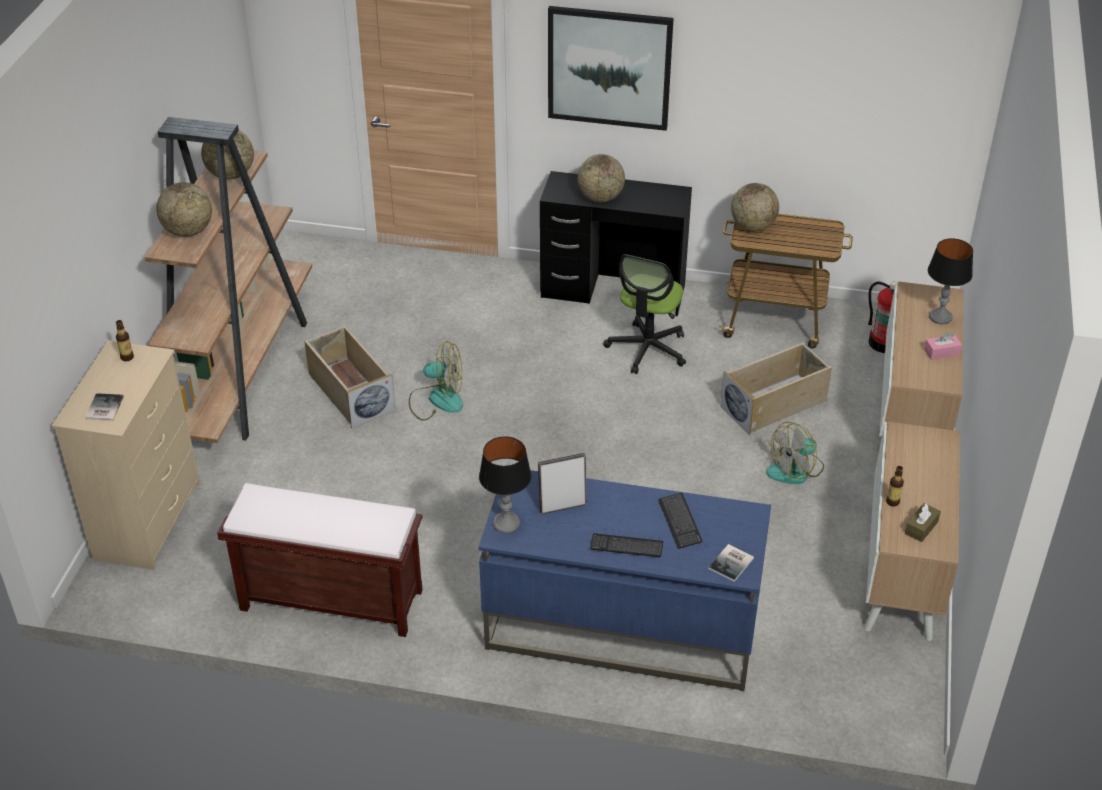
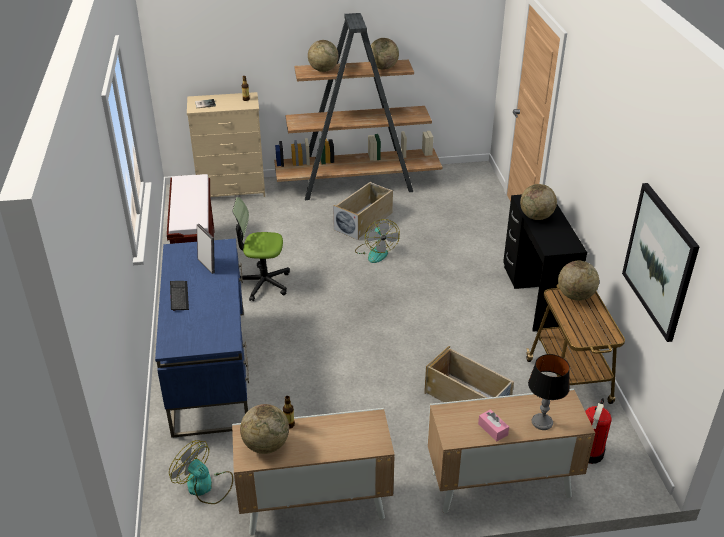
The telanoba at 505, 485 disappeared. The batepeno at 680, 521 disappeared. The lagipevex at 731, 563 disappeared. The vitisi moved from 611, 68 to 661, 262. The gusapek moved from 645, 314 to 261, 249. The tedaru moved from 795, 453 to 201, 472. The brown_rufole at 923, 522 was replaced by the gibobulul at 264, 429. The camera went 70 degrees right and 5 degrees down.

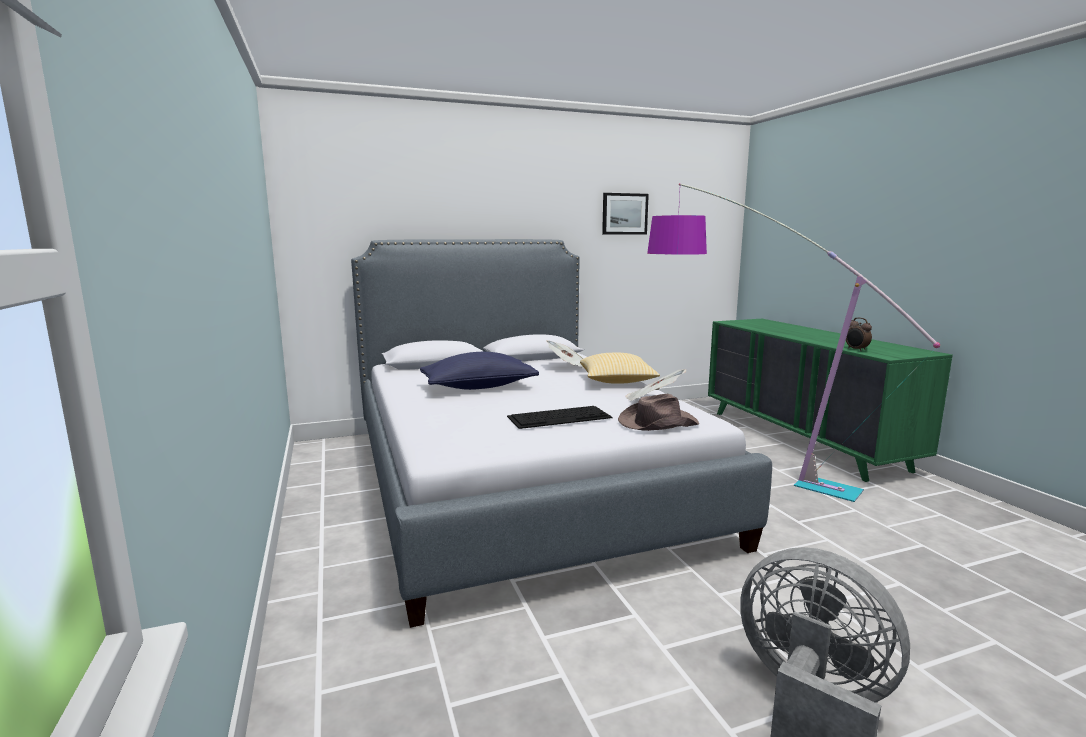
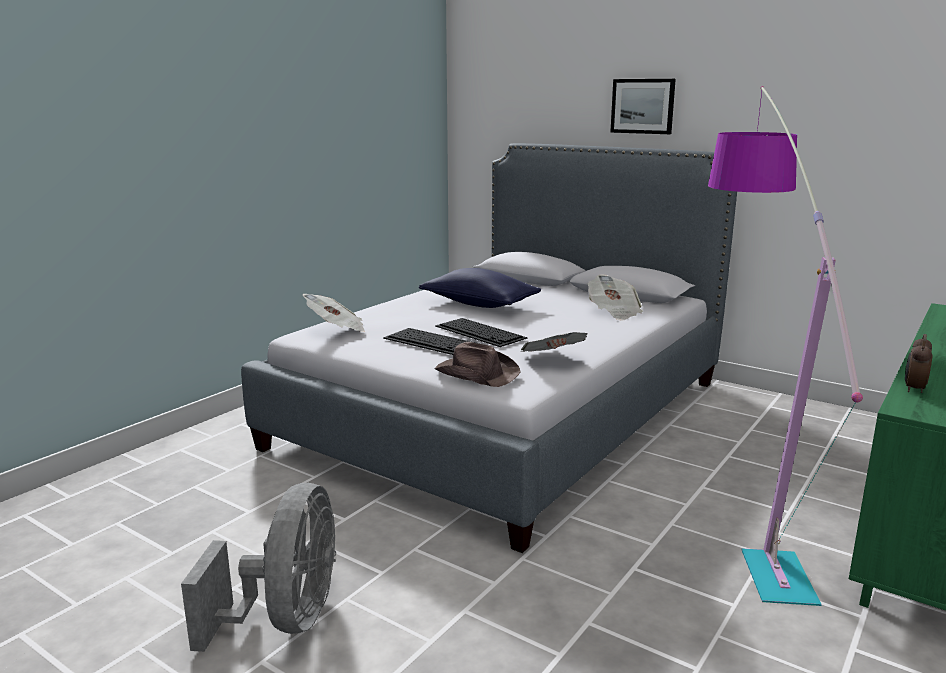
The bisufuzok at 620, 368 disappeared. The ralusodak at 334, 313 appeared. The batepeno at 481, 332 appeared. The vitisi moved from 625, 214 to 643, 106. The camera went 55 degrees right and 5 degrees up.

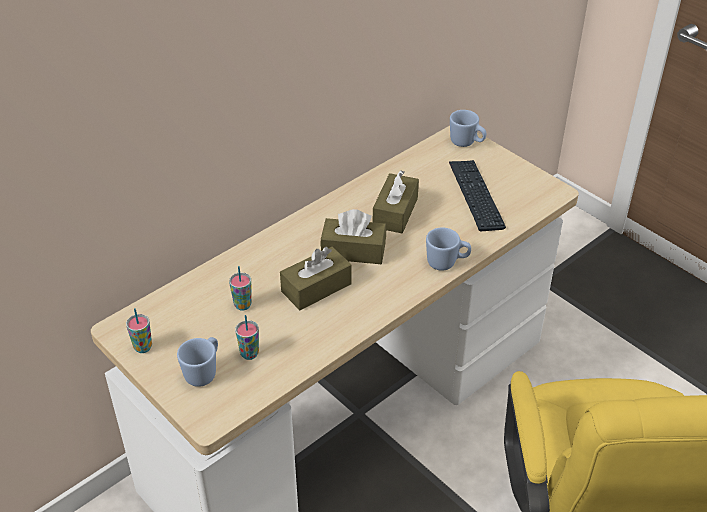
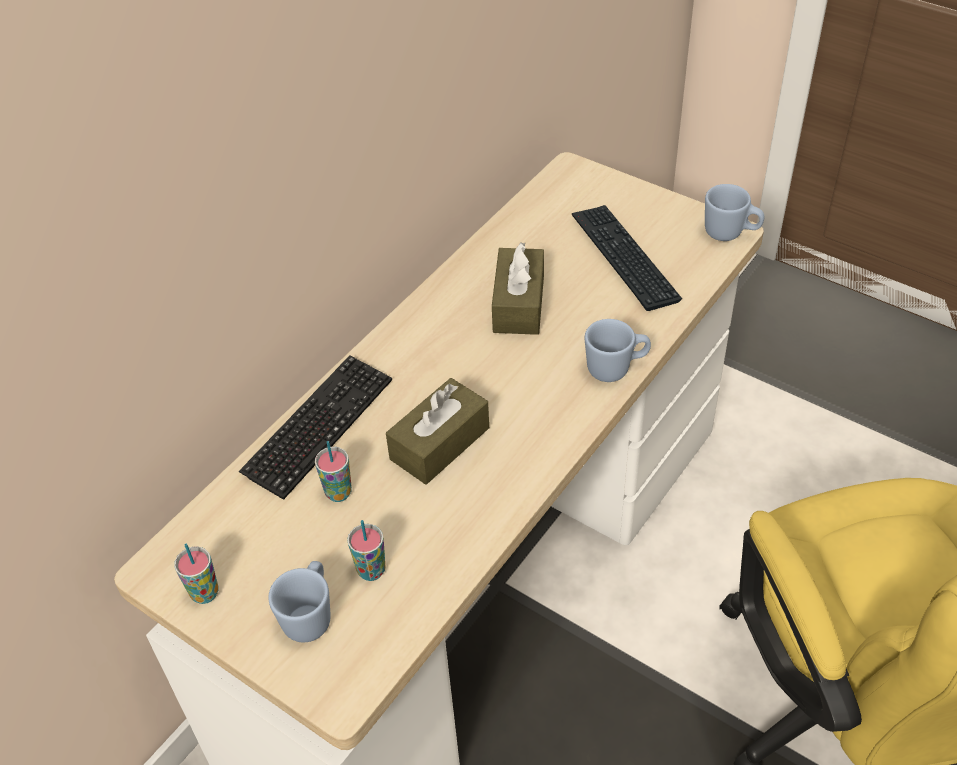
The brown_rufole at 353, 236 disappeared. The batepeno at 315, 427 appeared. The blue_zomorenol moved from 468, 128 to 734, 212. The camera went 10 degrees left and 5 degrees up.

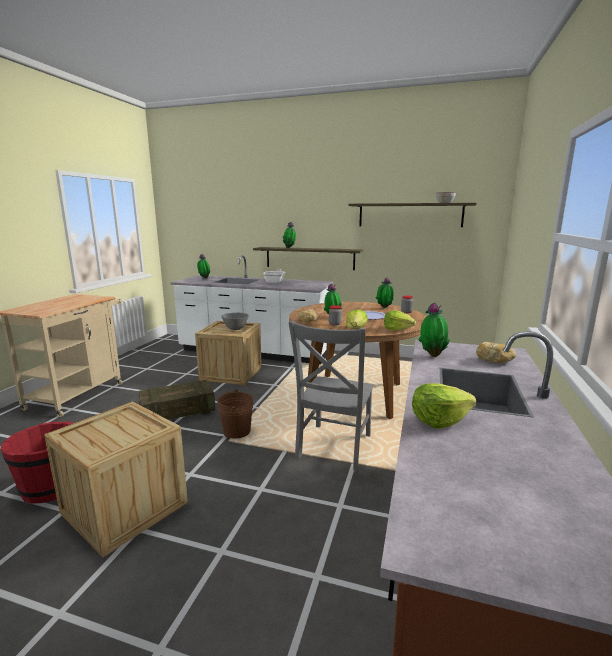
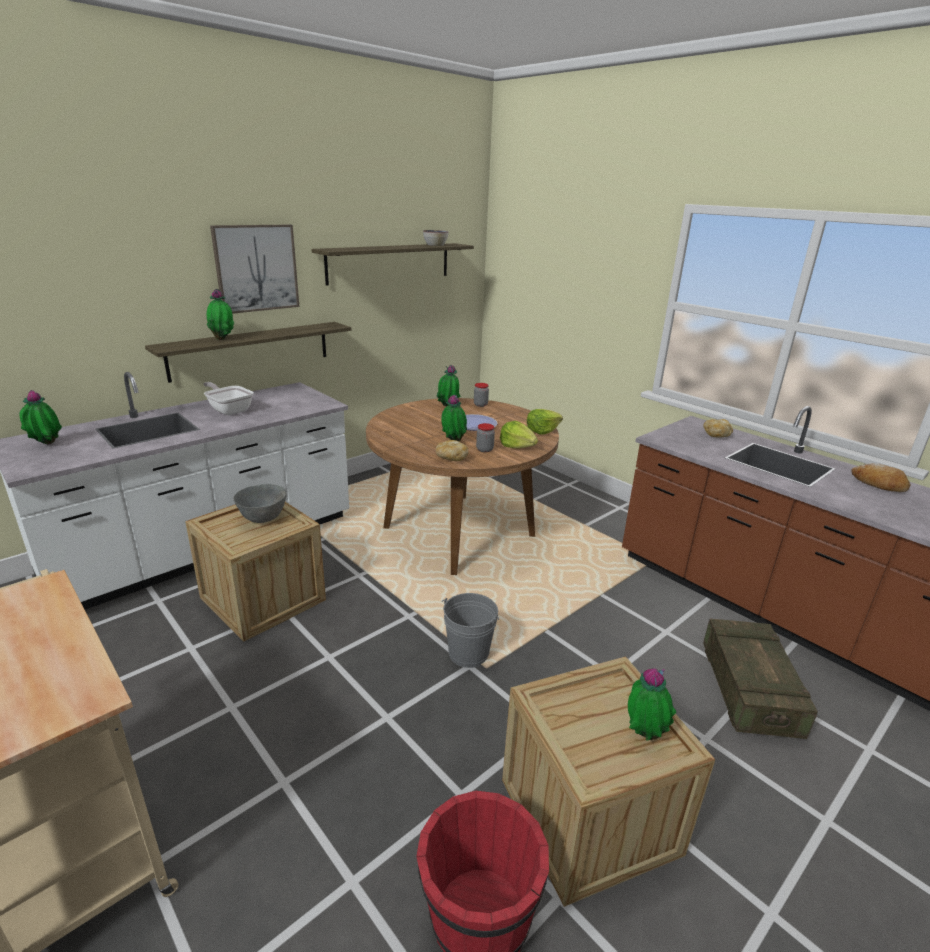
The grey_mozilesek at 331, 396 disappeared. The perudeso at 444, 405 disappeared. The vitisi at 254, 269 appeared. The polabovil at 881, 477 appeared. The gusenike moved from 176, 400 to 760, 679. The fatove moved from 434, 330 to 652, 704. The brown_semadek at 235, 414 became the grey_semadek at 470, 630. The camera went 60 degrees left and 10 degrees up.

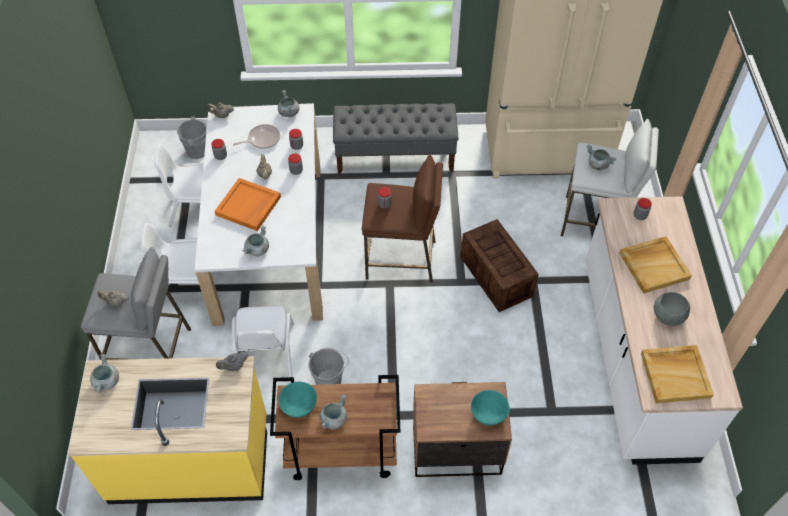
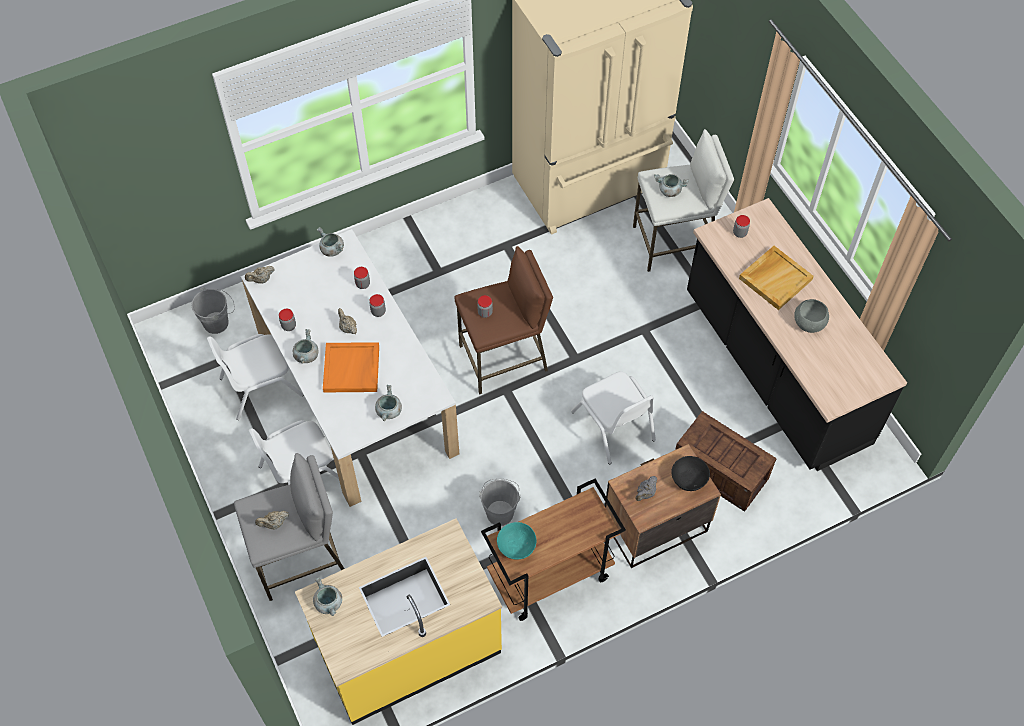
The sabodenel at 256, 136 disappeared. The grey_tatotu at 395, 139 disappeared. The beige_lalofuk at 677, 374 disappeared. The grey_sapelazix moved from 232, 361 to 646, 488. The white_mozilesek moved from 263, 341 to 613, 417. The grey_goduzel moved from 333, 411 to 305, 346. The gusenike moved from 499, 265 to 726, 461. The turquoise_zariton at 490, 407 became the black_zariton at 690, 473. The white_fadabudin at 664, 331 became the black_fadabudin at 797, 334. The camera went 25 degrees left and 5 degrees up.

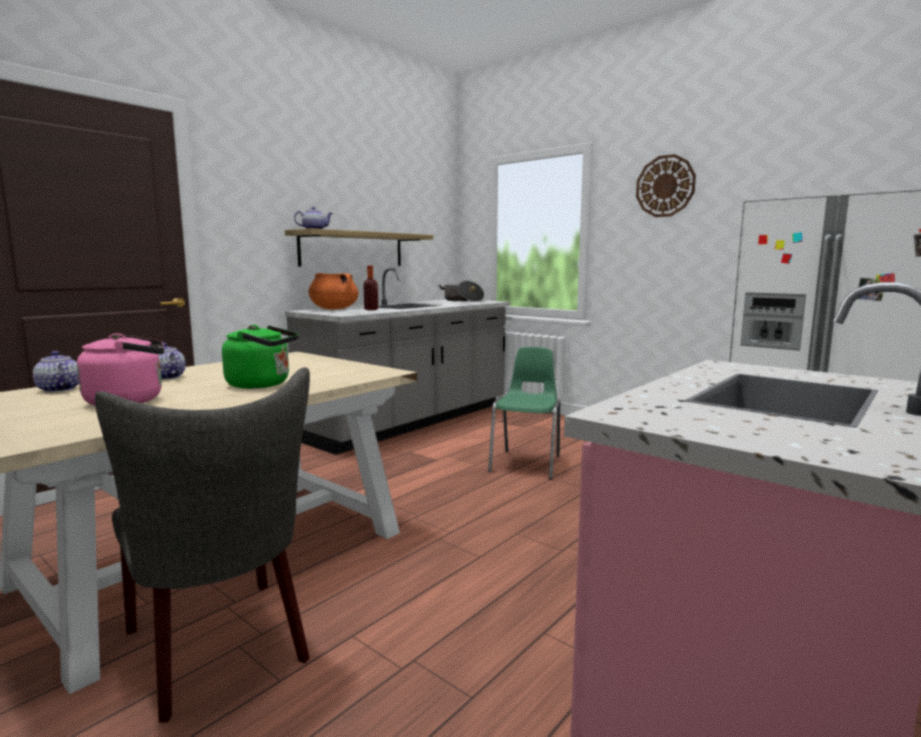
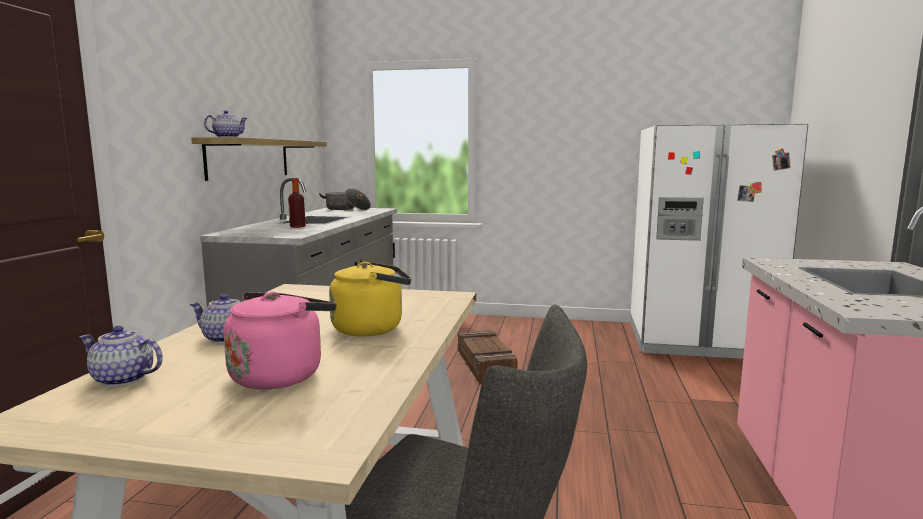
The orange_goduzel at 333, 291 disappeared. The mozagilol at 666, 185 disappeared. The green_mozilesek at 524, 413 was replaced by the gusenike at 487, 357. The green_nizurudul at 260, 357 became the yellow_nizurudul at 370, 298. The camera went 30 degrees left and 0 degrees up.

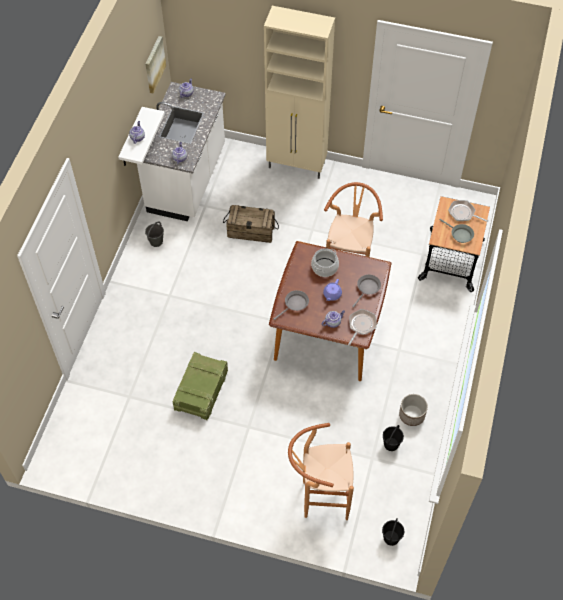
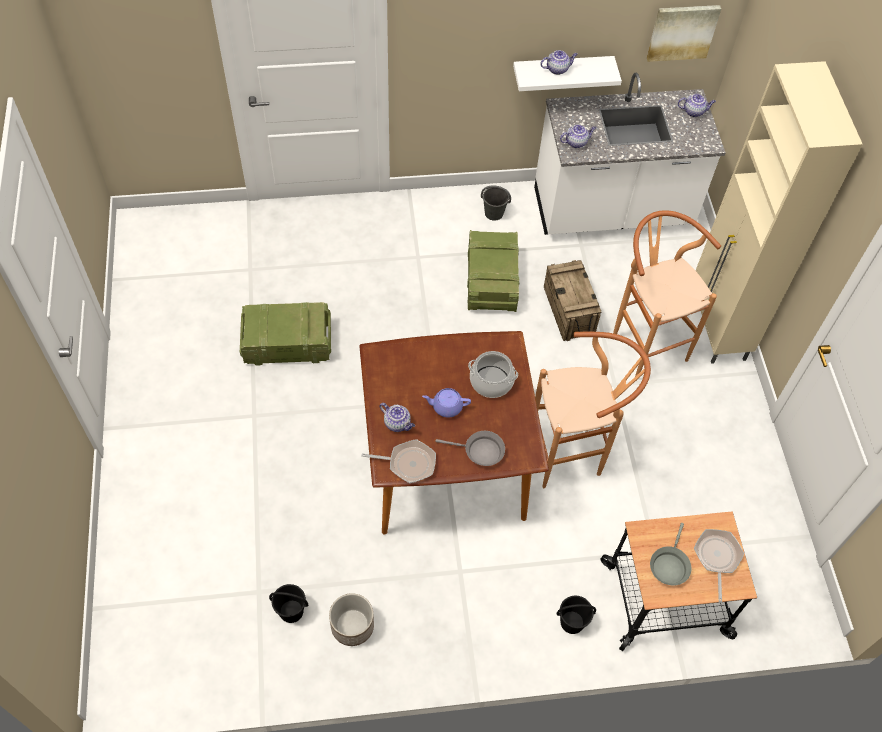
The grey_sabodenel at 291, 305 disappeared. The gusenike at 493, 271 appeared. The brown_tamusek moved from 321, 471 to 667, 295. The black_semadek moved from 393, 532 to 576, 615. The camera went 65 degrees right and 0 degrees up.

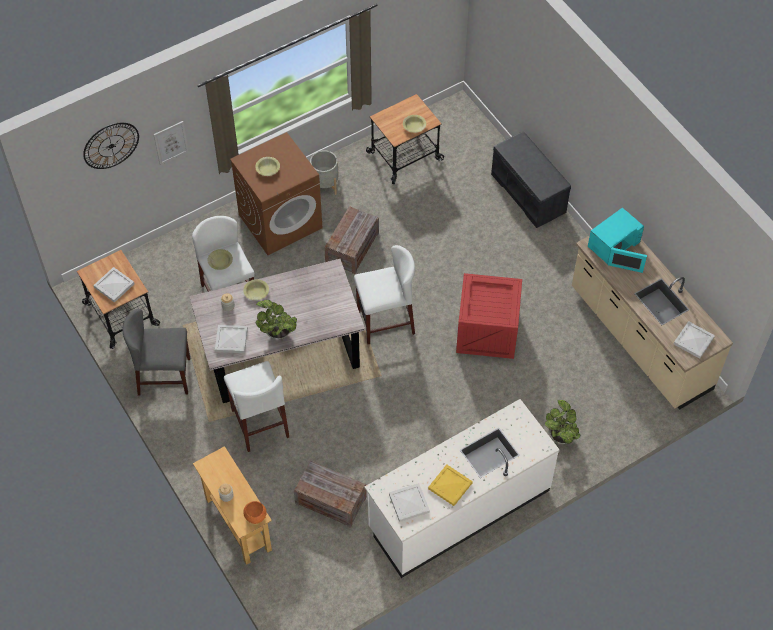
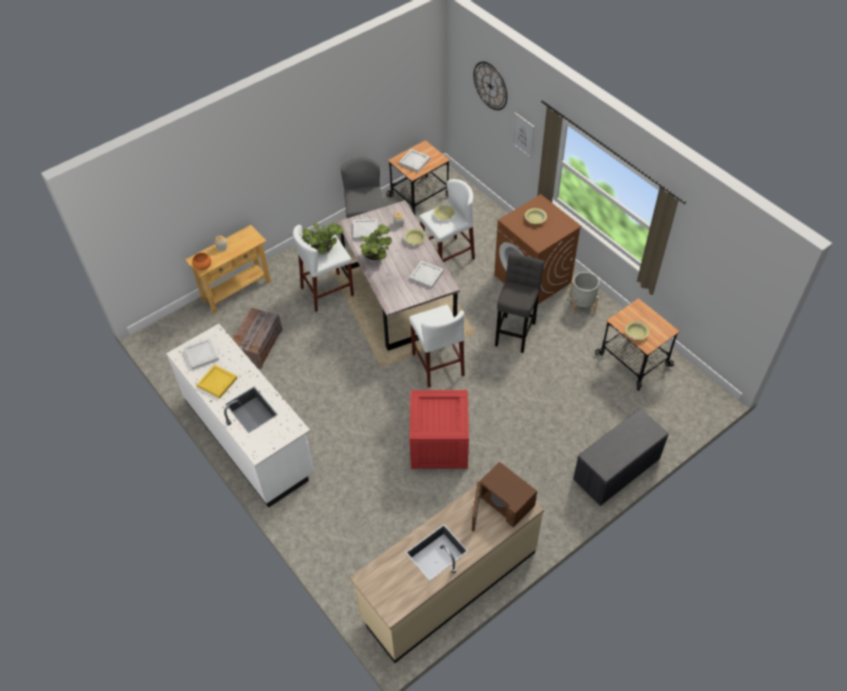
The fatove moved from 562, 422 to 323, 239. The white_lalofuk moved from 694, 340 to 426, 275. The gusenike at 351, 240 was replaced by the grey_tamusek at 520, 303. The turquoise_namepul at 617, 240 became the brown_namepul at 504, 497. The camera went 85 degrees right and 5 degrees down.

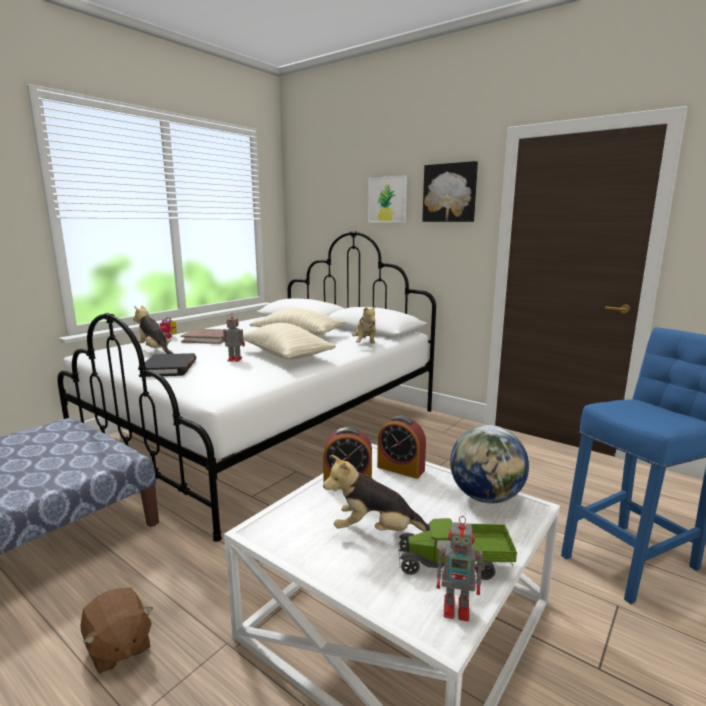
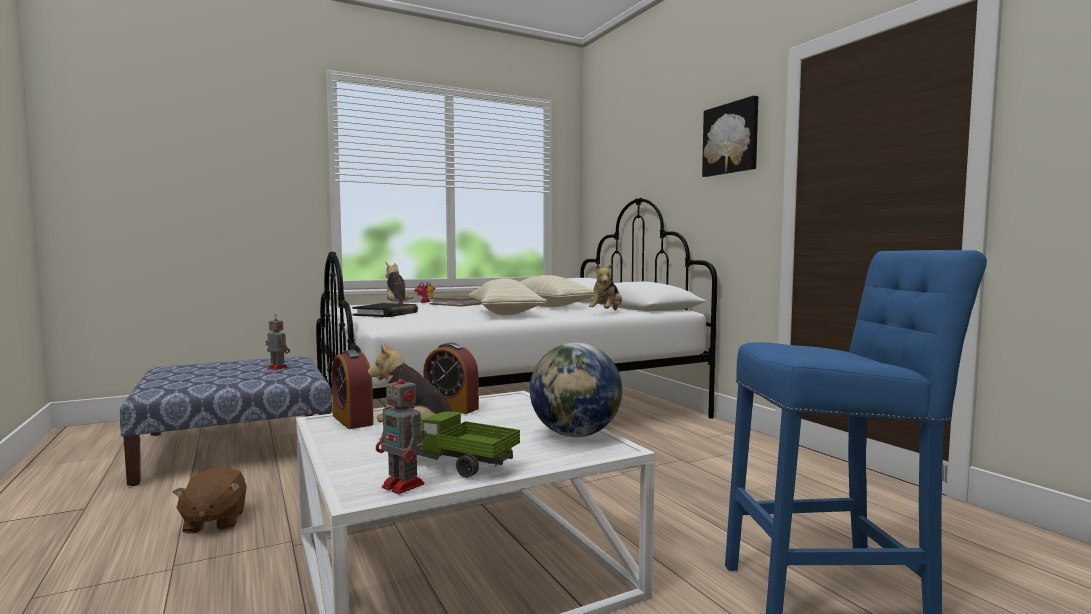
The vitisi at 387, 198 disappeared. The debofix moved from 233, 338 to 278, 342. The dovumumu moved from 401, 447 to 353, 389. The camera went 25 degrees right and 10 degrees down.

